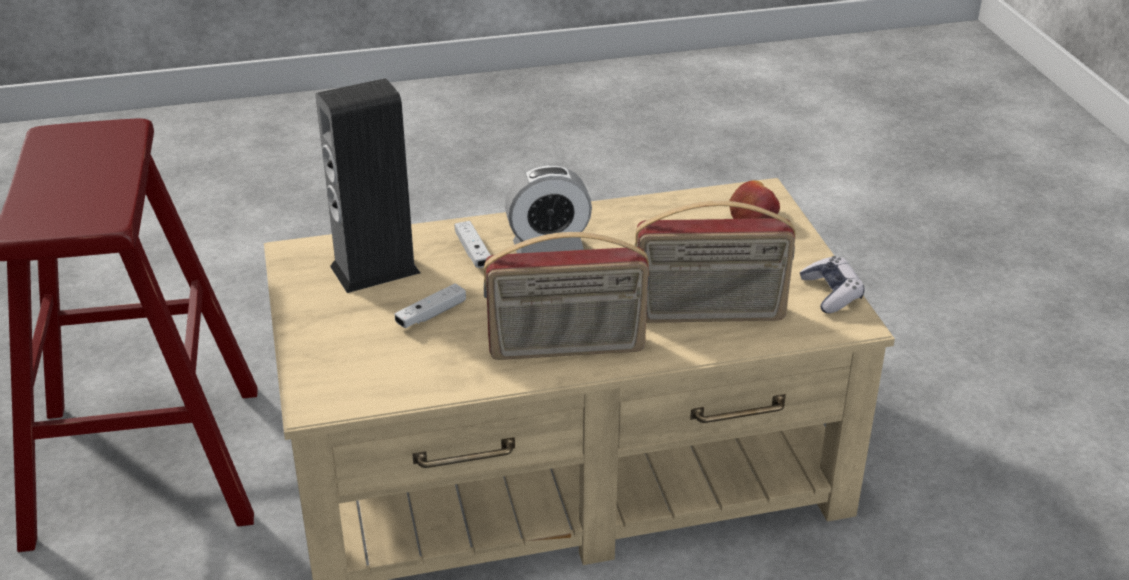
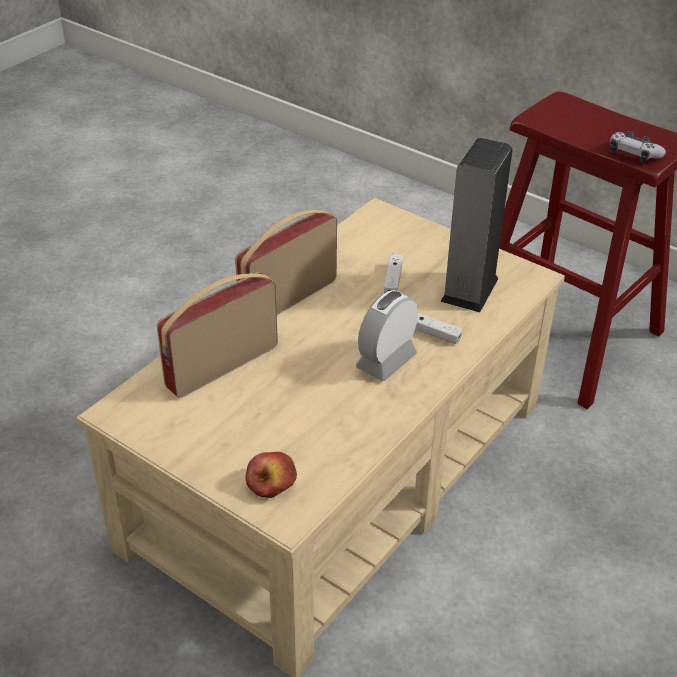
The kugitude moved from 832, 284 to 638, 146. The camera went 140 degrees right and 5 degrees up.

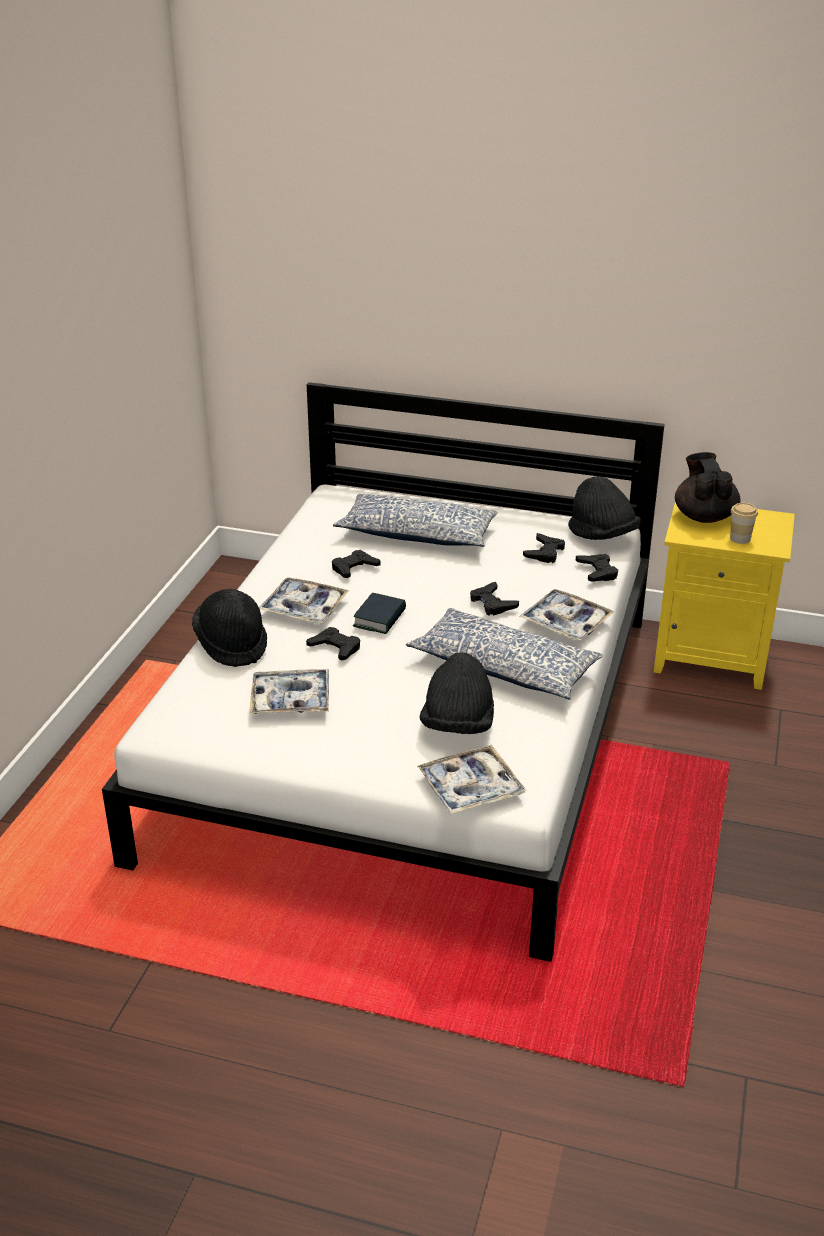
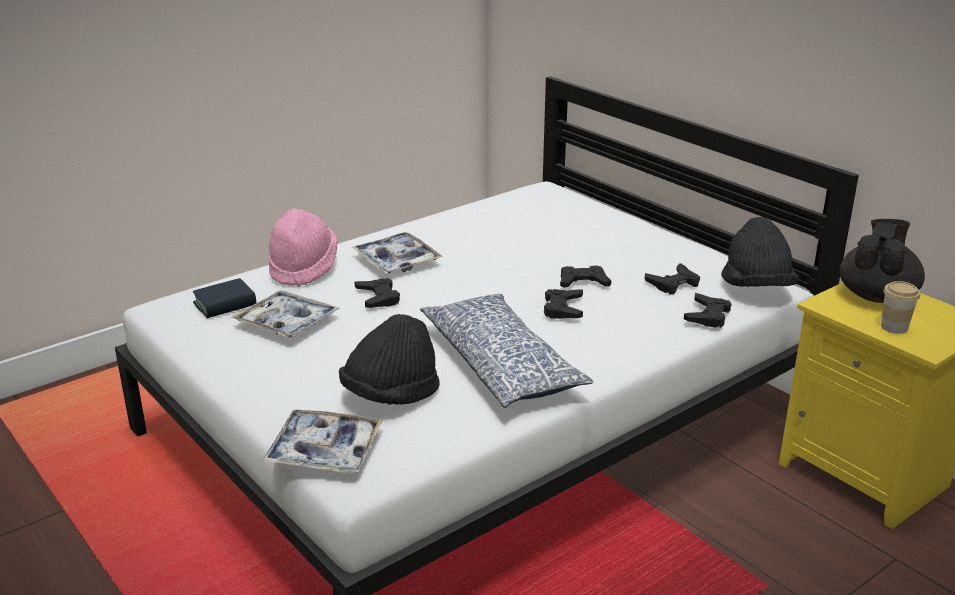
The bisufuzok at 415, 520 disappeared. The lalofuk at 567, 614 disappeared. The black_kugitude moved from 356, 564 to 585, 276. The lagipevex moved from 379, 613 to 224, 298. The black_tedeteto at 229, 628 became the pink_tedeteto at 303, 247. The camera went 35 degrees right and 5 degrees down.

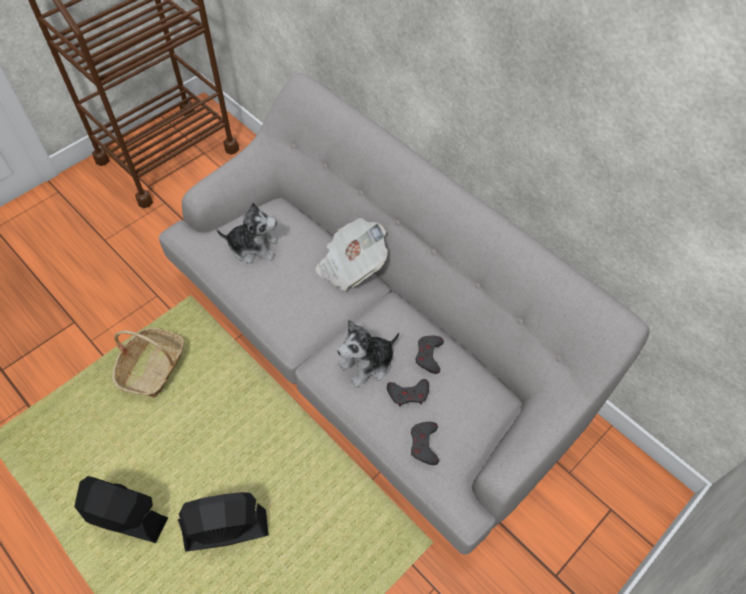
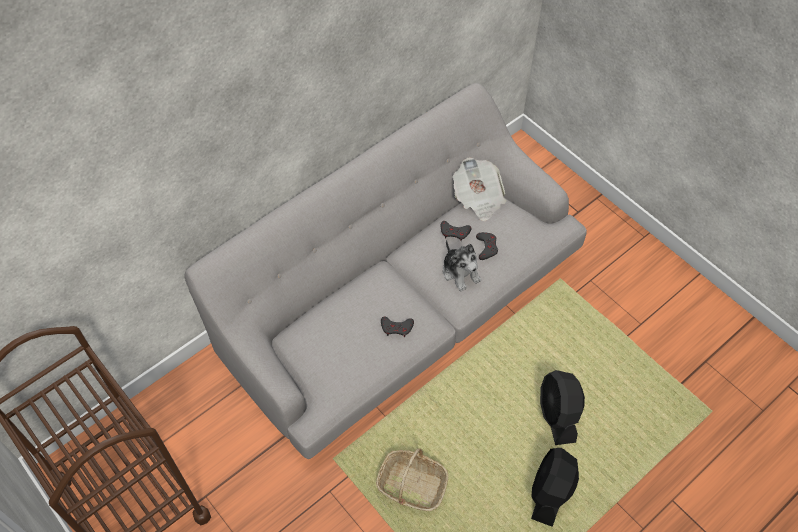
The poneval at 247, 233 disappeared. The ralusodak moved from 352, 254 to 479, 189. The grey_kugitude moved from 425, 443 to 397, 327. The camera went 85 degrees left and 0 degrees up.

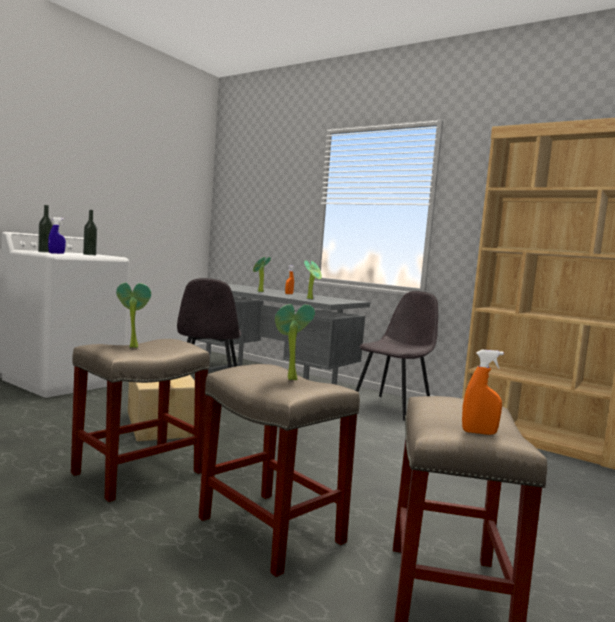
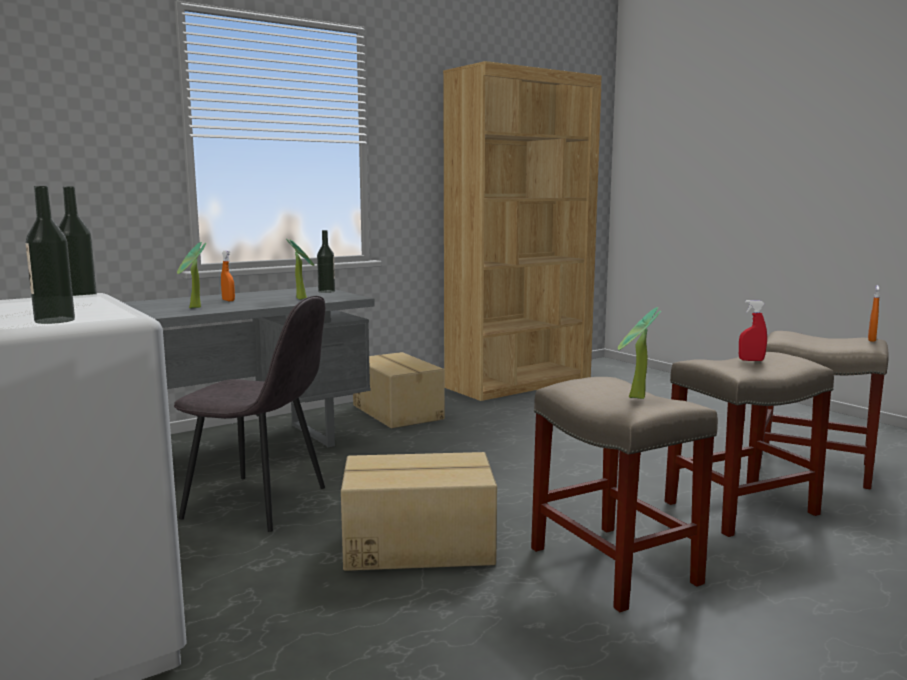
The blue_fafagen at 57, 235 disappeared. The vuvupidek at 326, 261 appeared. The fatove at 295, 342 was replaced by the red_fafagen at 753, 330. The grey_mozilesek at 397, 356 was replaced by the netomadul at 399, 390. The camera went 70 degrees left and 5 degrees up.

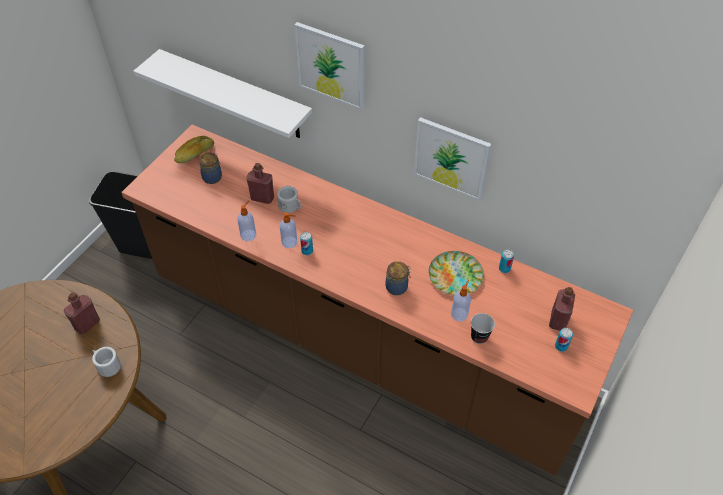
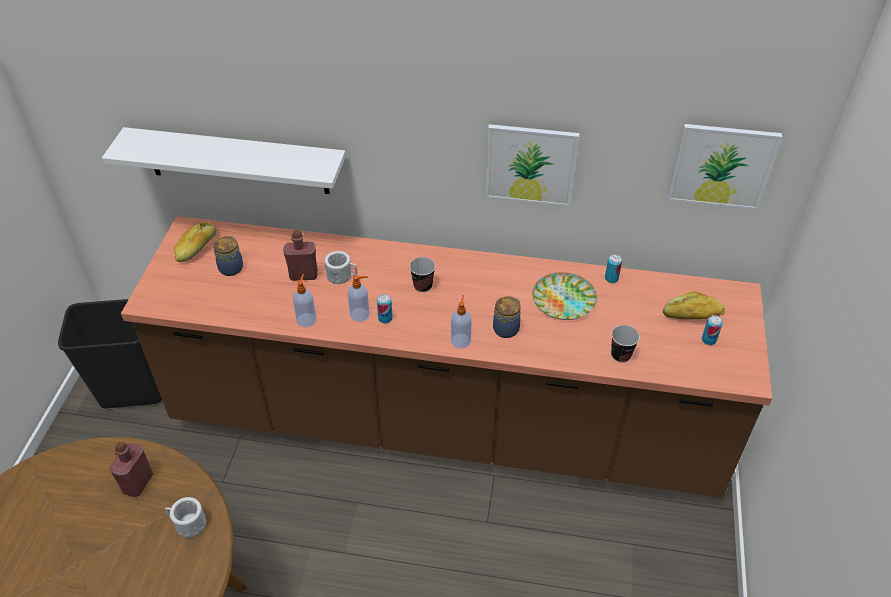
The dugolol at 422, 274 appeared. The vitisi moved from 329, 66 to 724, 167. The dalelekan moved from 461, 301 to 461, 321. The red_vuvupidek at 562, 309 was replaced by the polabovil at 694, 305. The camera went 20 degrees left and 5 degrees down.

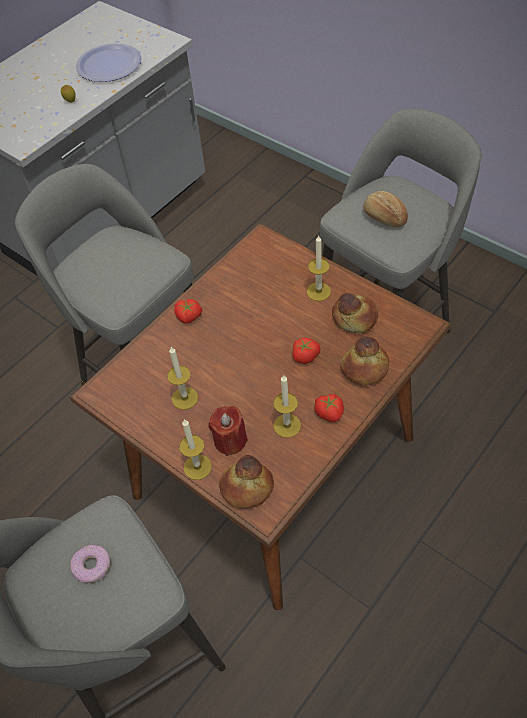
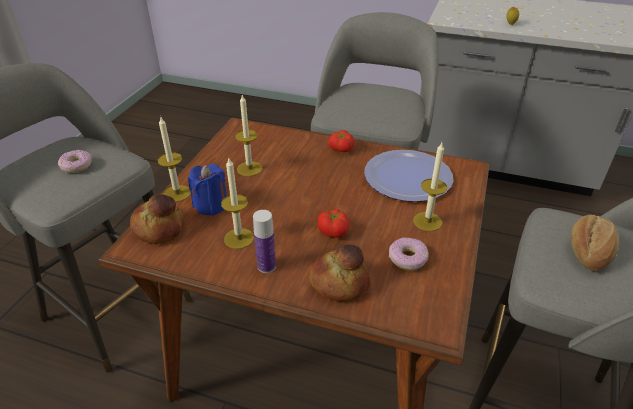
The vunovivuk moved from 108, 62 to 408, 176. The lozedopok at 329, 408 was replaced by the vuvupidek at 264, 241. The polabovil at 355, 313 was replaced by the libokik at 409, 253. The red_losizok at 228, 431 became the blue_losizok at 207, 190. The camera went 65 degrees right and 15 degrees down.

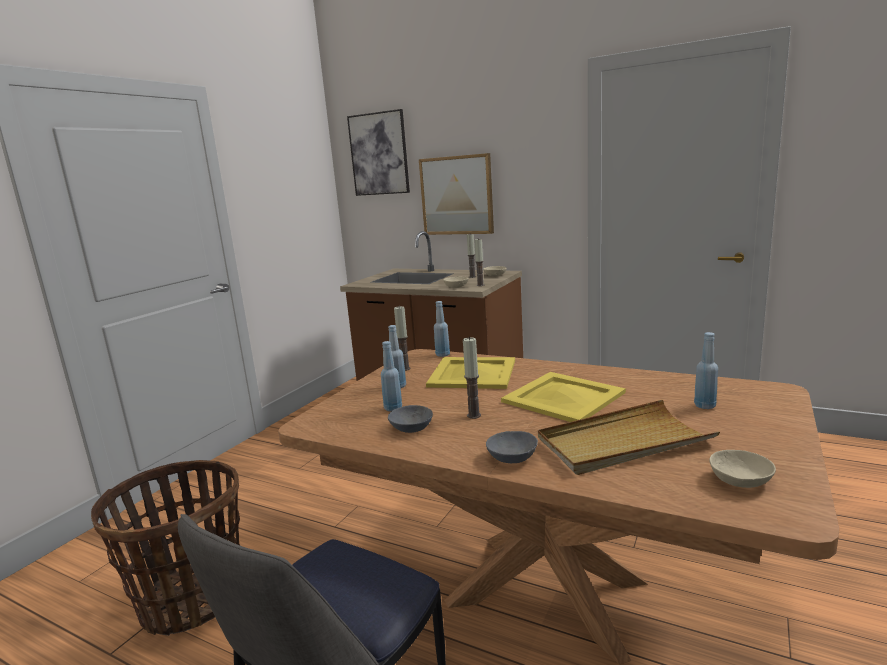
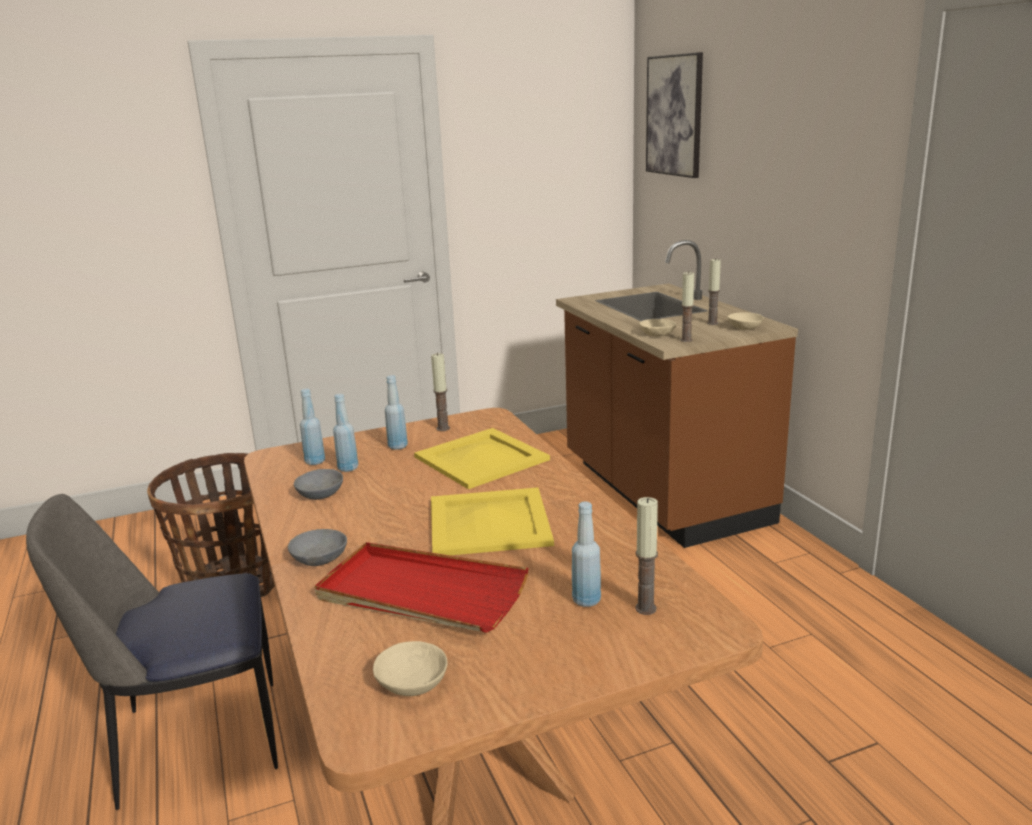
The vitisi at 456, 194 disappeared. The blue_vuvupidek moved from 442, 329 to 312, 427. The losizok moved from 472, 378 to 646, 556. The beige_lalofuk at 629, 437 became the red_lalofuk at 422, 587. The camera went 40 degrees right and 5 degrees up.

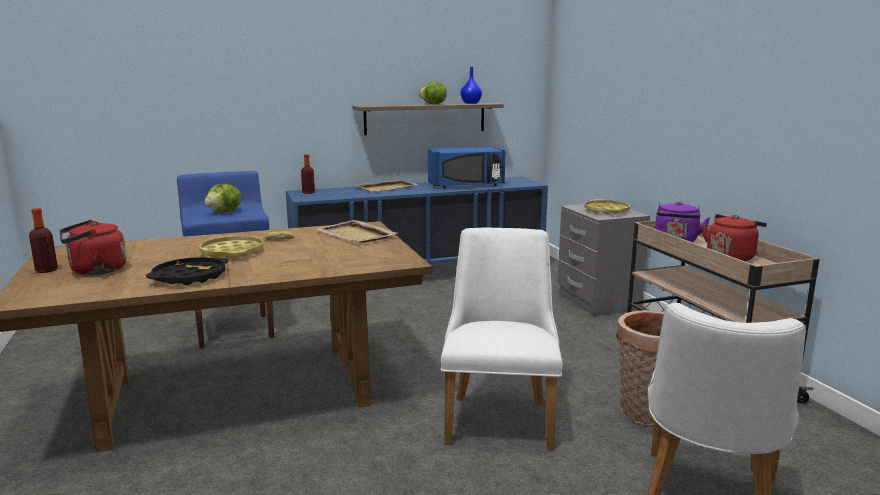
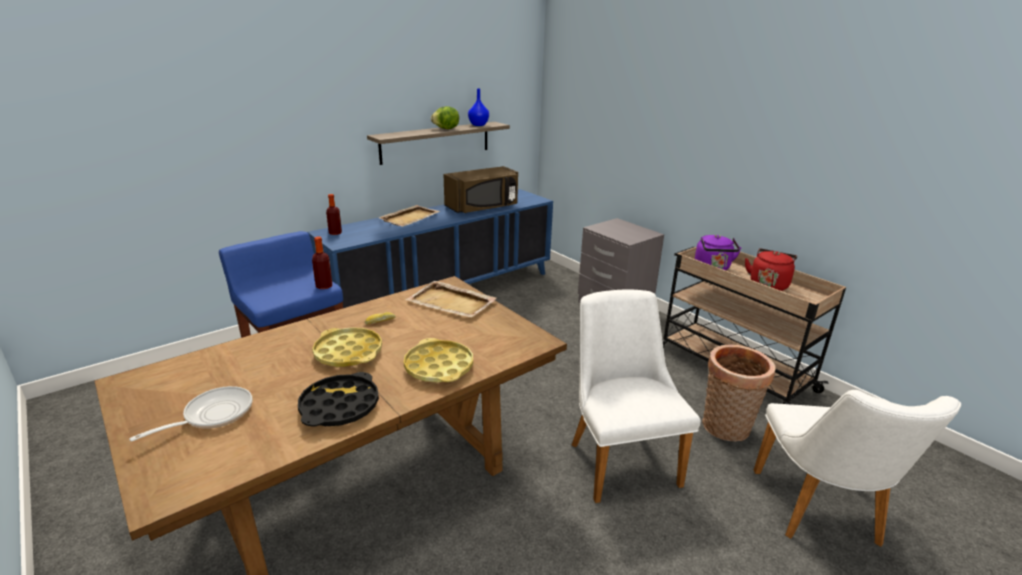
The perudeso at 223, 197 disappeared. The vuvupidek moved from 43, 240 to 322, 263. The yellow_lalofuk moved from 607, 206 to 438, 360. The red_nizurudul at 93, 247 was replaced by the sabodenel at 190, 414. The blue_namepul at 467, 167 became the brown_namepul at 481, 189. The camera went 20 degrees left and 10 degrees up.

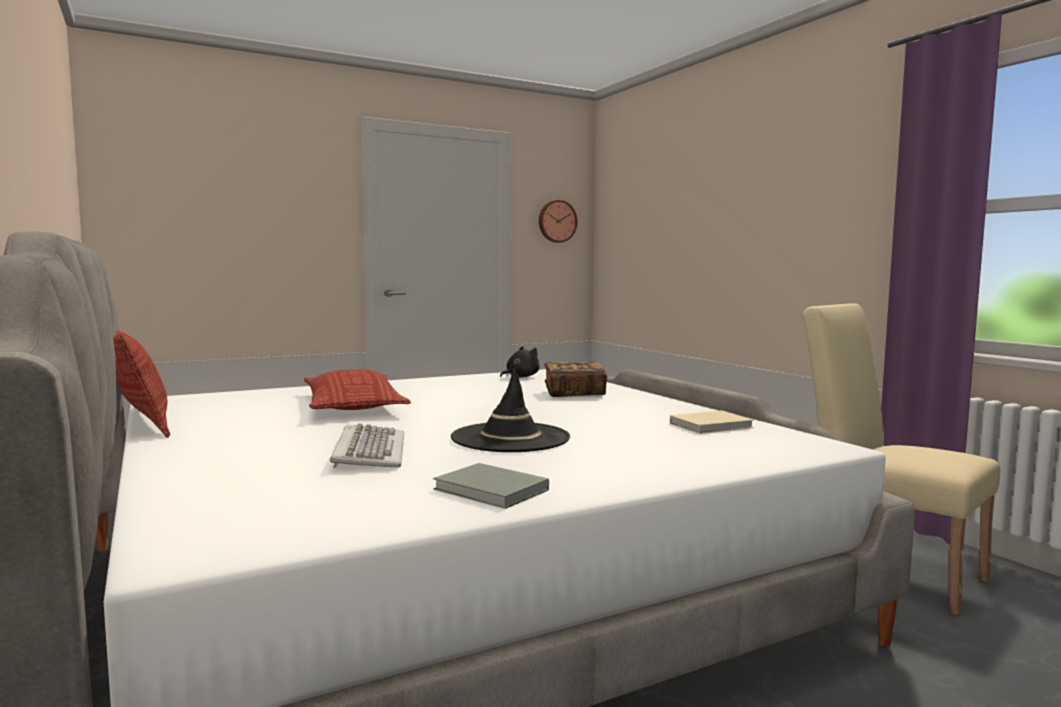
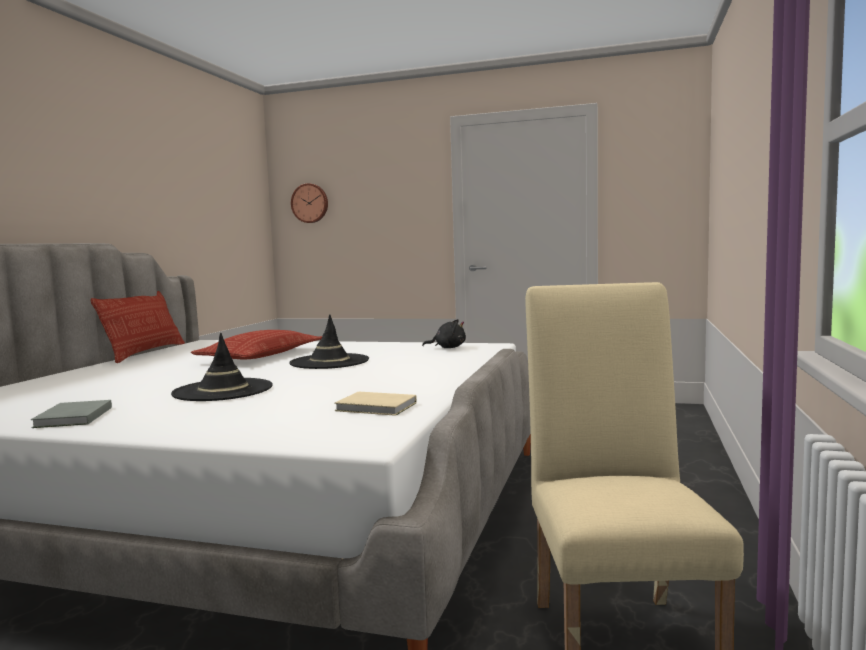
The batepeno at 367, 445 disappeared. The lagipevex at 575, 379 disappeared. The black_tedeteto at 329, 341 appeared. The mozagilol moved from 558, 221 to 309, 203. The camera went 45 degrees right and 0 degrees up.

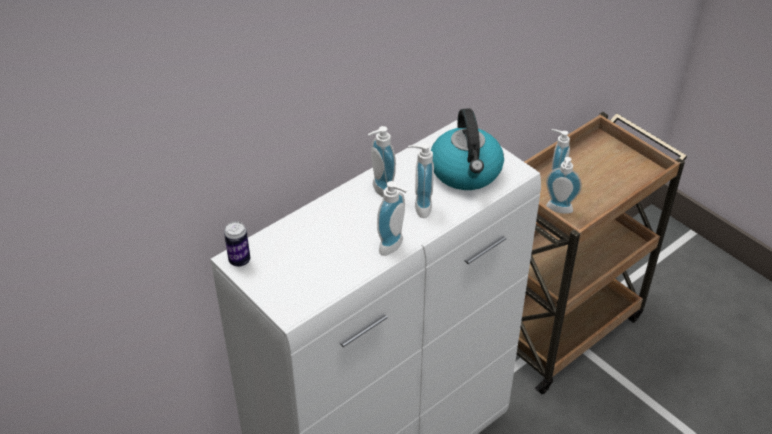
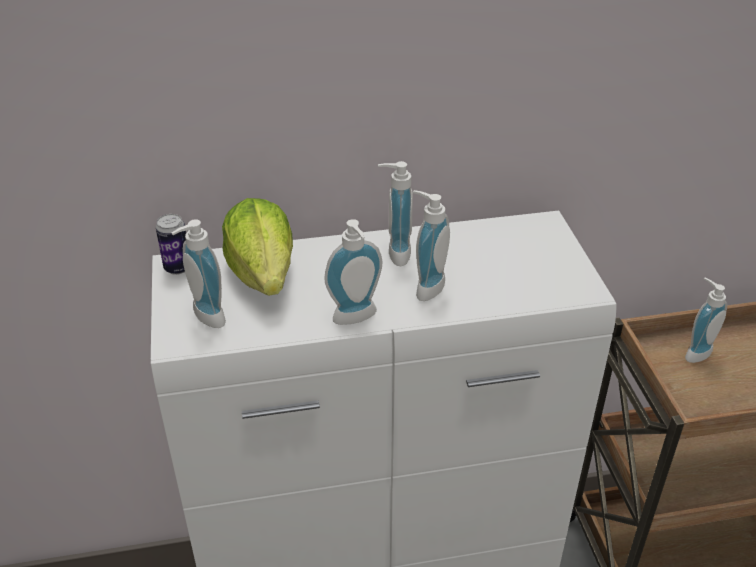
The nizurudul at 467, 149 disappeared. The perudeso at 257, 247 appeared. The dalelekan moved from 564, 185 to 199, 273. The camera went 30 degrees right and 5 degrees down.

